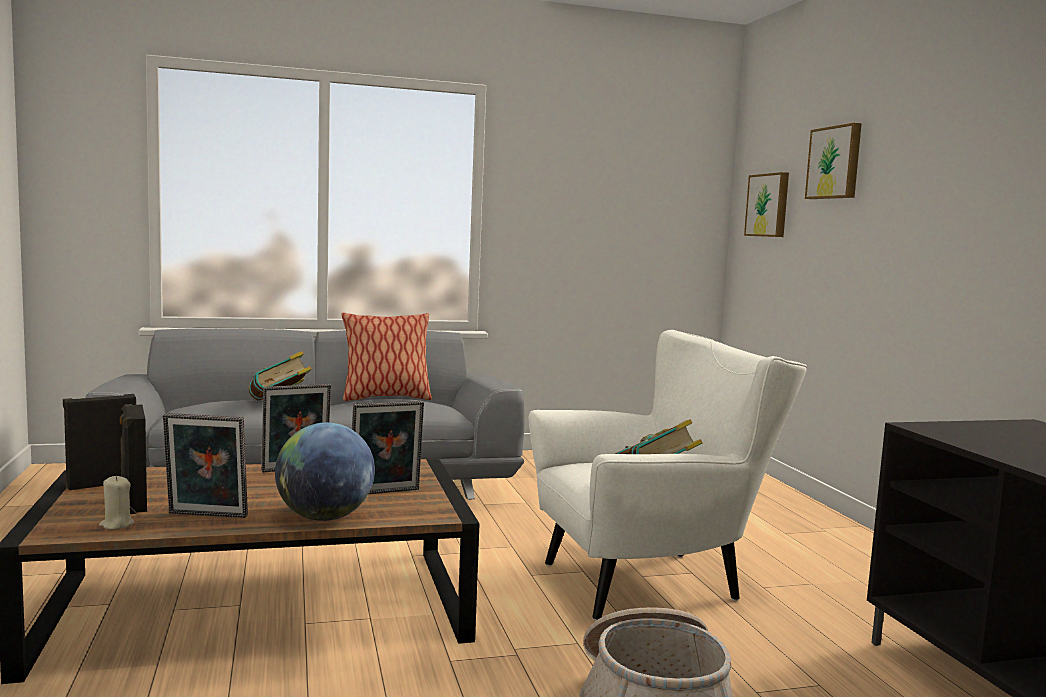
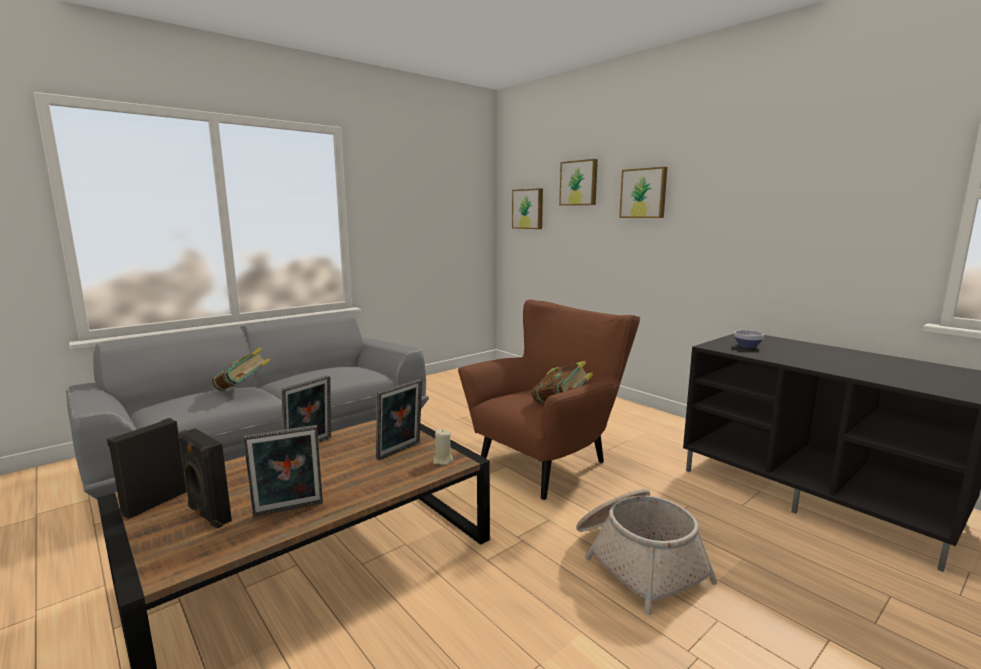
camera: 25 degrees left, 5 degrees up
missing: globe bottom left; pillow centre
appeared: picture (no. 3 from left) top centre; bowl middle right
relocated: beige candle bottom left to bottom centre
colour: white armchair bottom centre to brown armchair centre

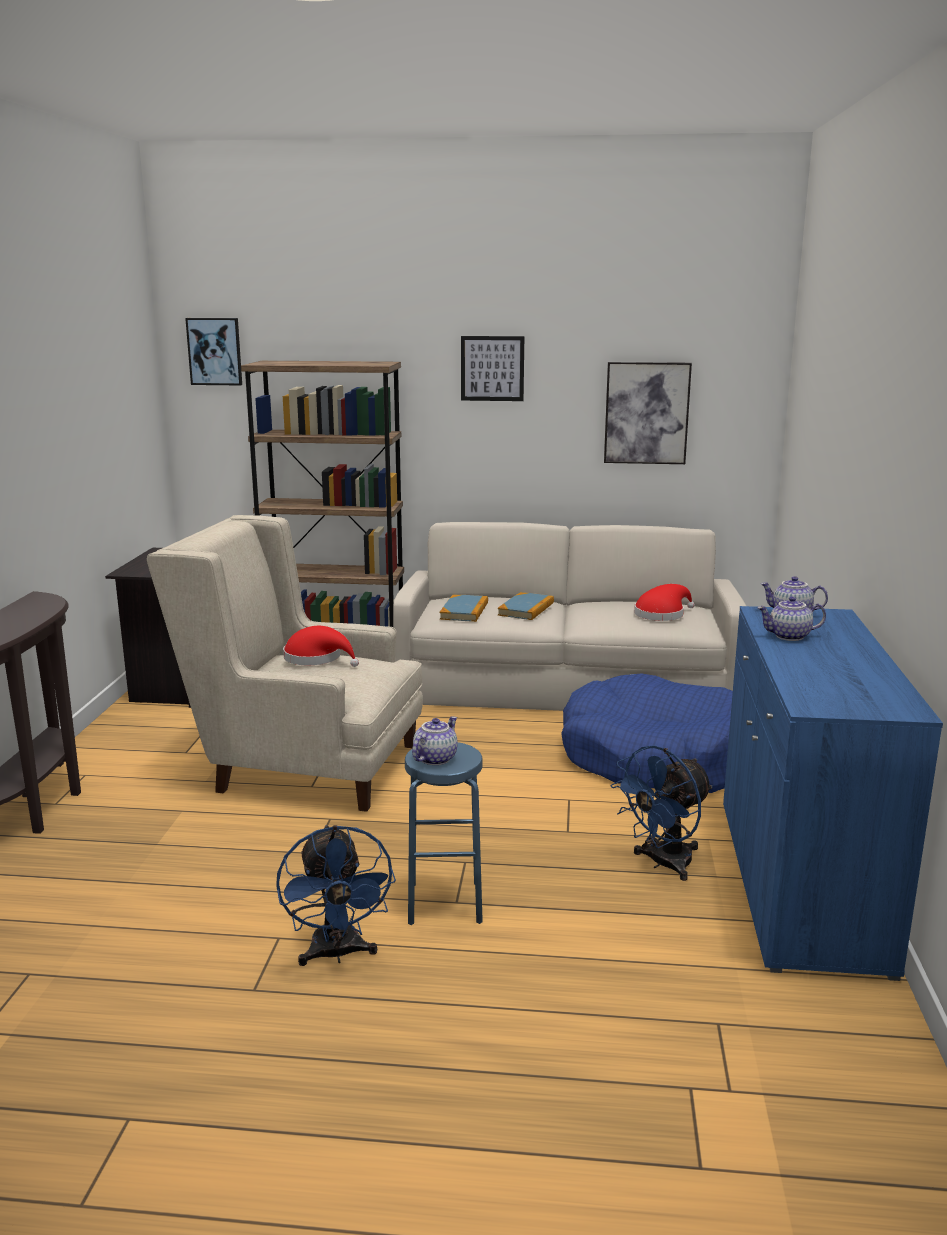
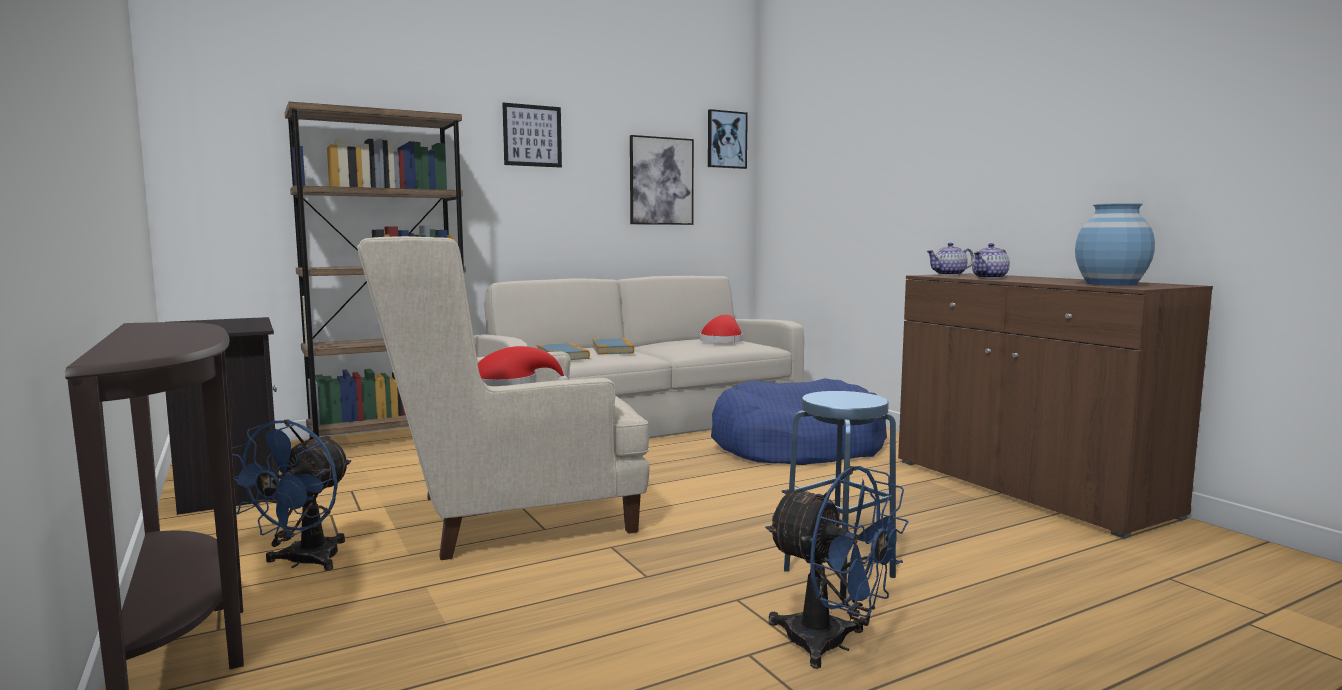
camera: 35 degrees left, 10 degrees down
missing: teapot (no. 1 from left) centre
appeared: blue vase middle right
relocated: blue fan (no. 2 from left in the first image) middle right to blue fan (no. 1 from left) bottom left; picture (no. 1 from left in the first image) top left to picture (no. 3 from left) top centre
colour: blue cabinet middle right to brown cabinet middle right

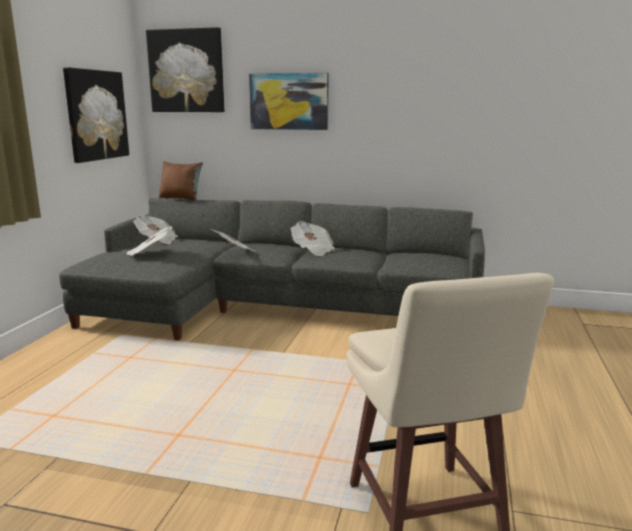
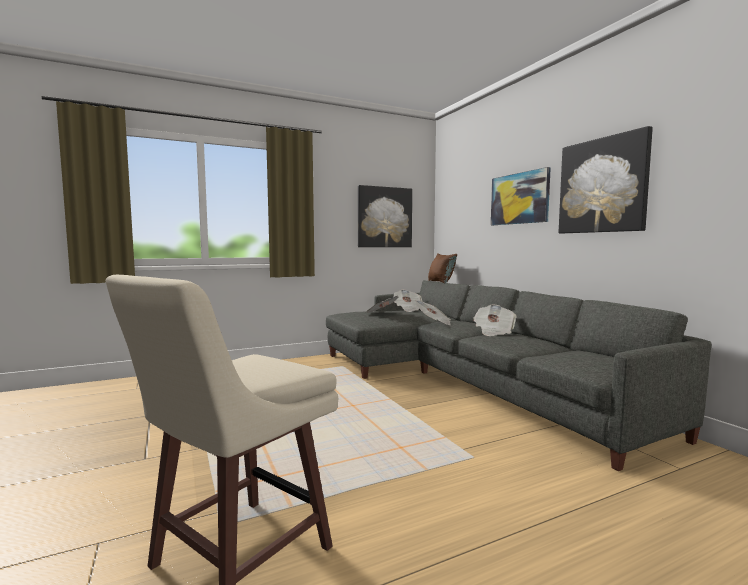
camera: 50 degrees right, 10 degrees down
relocated: picture (no. 2 from left in the first image) top left to picture (no. 3 from left) top right

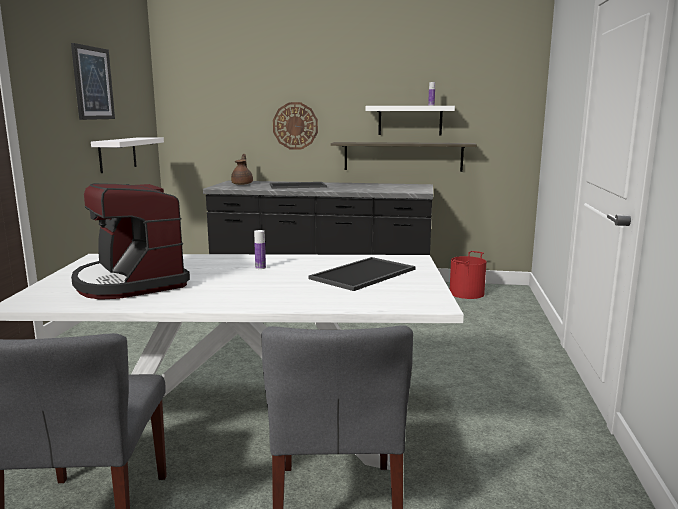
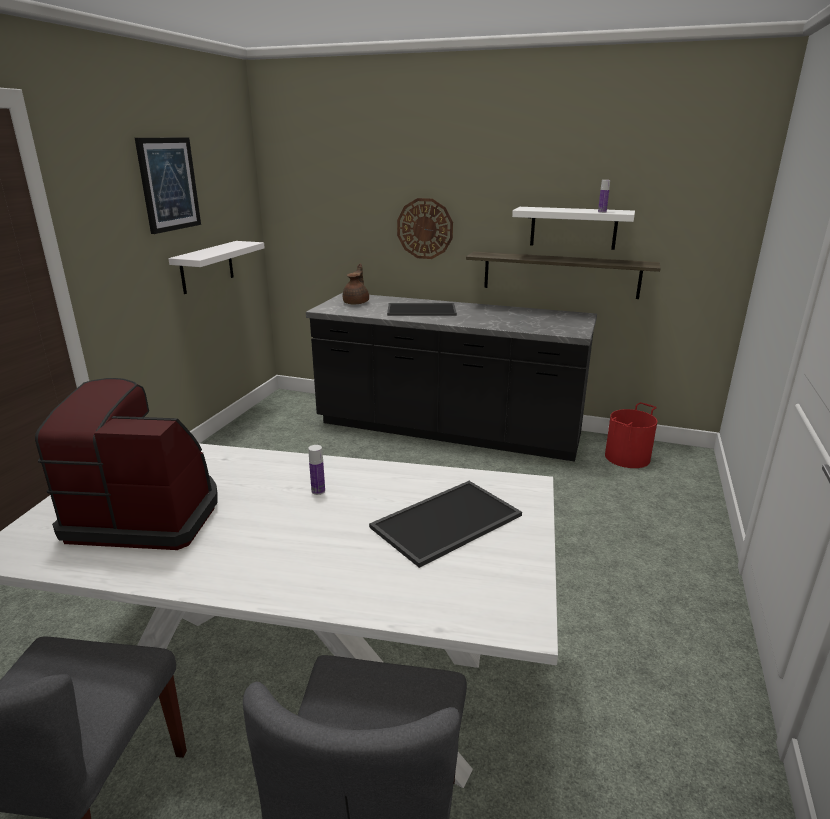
camera: 10 degrees right, 10 degrees up
spun: coffee machine middle left = middle left 120 degrees clockwise

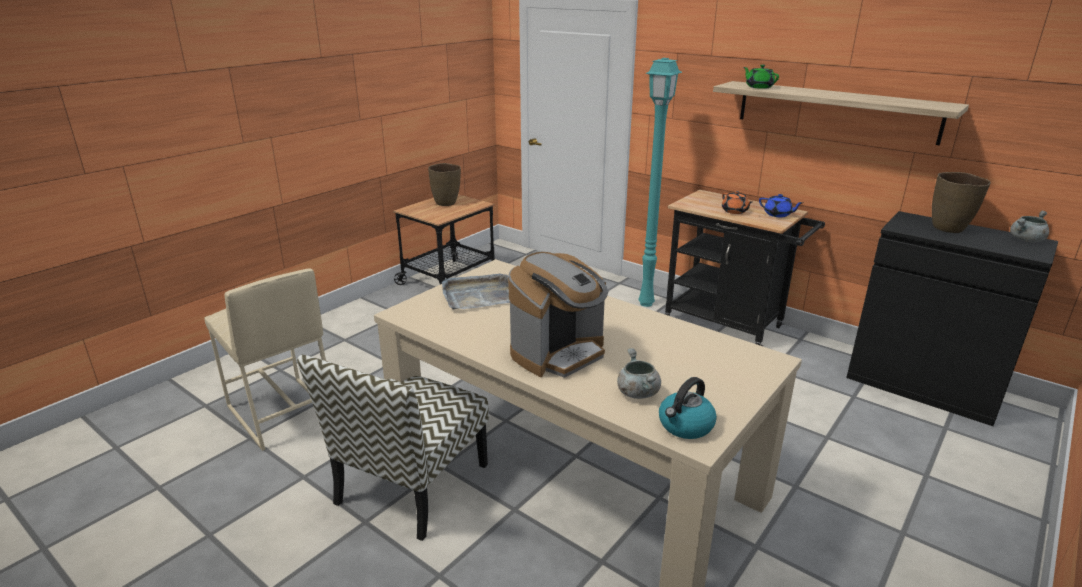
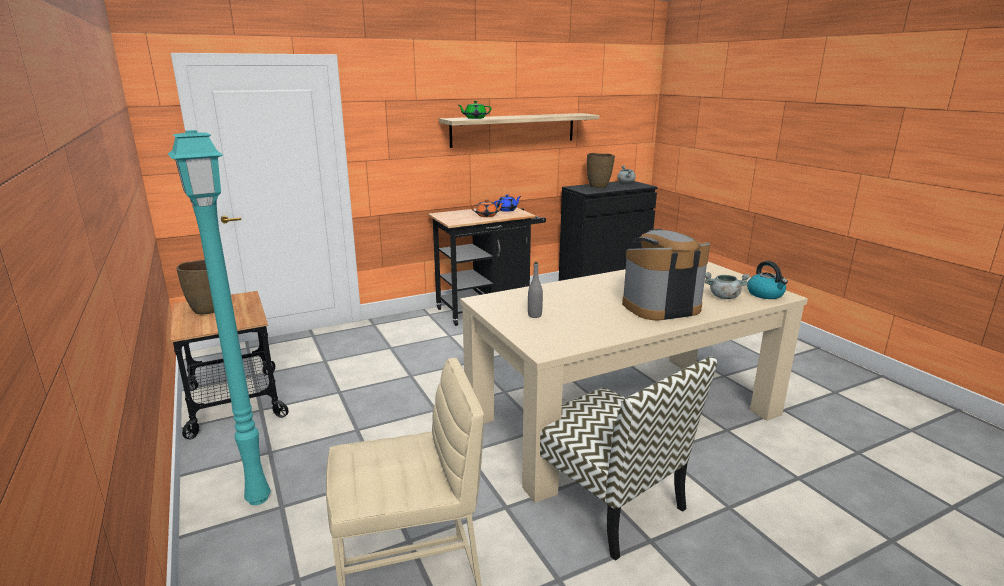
camera: 65 degrees left, 5 degrees down
relocated: turquoise floor lamp top centre to middle left
exchanged: grey tray centre to grey bottle centre
spun: coffee machine centre = centre 90 degrees counterclockwise

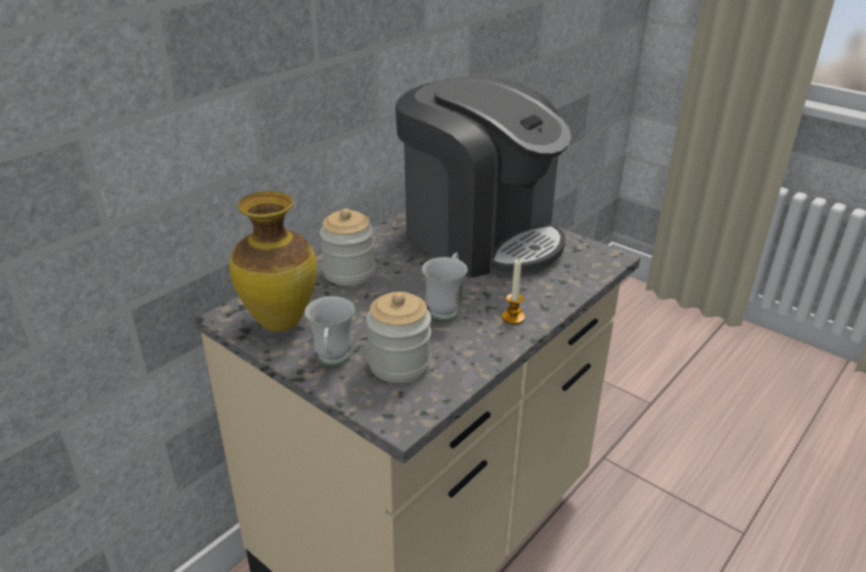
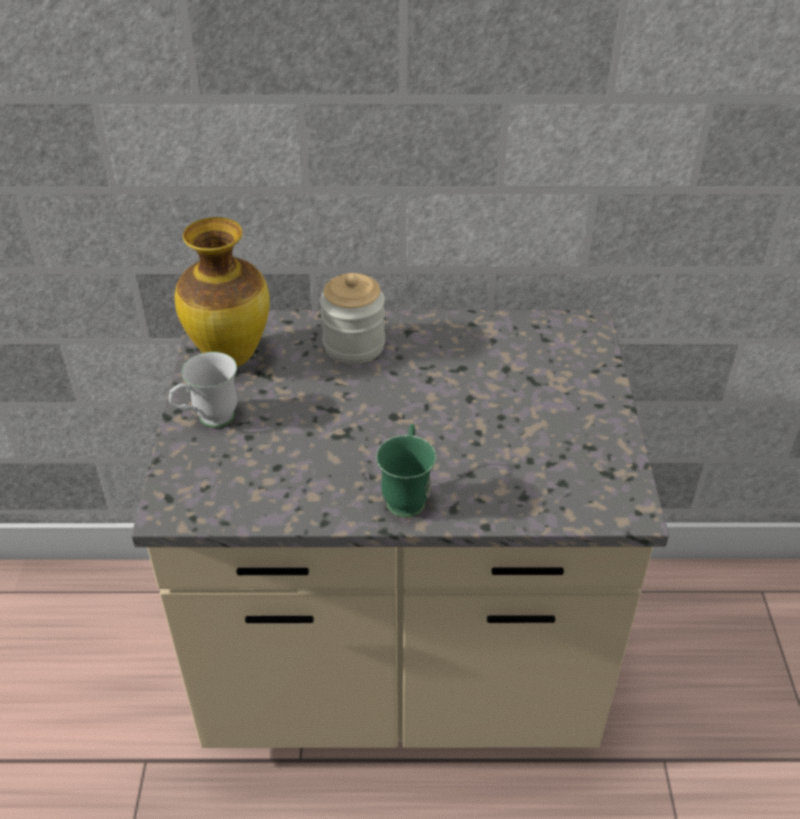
camera: 50 degrees right, 10 degrees up
missing: jar (no. 2 from left) centre; coffee machine top centre; white mug (no. 2 from left) centre
exchanged: candle centre to green mug centre

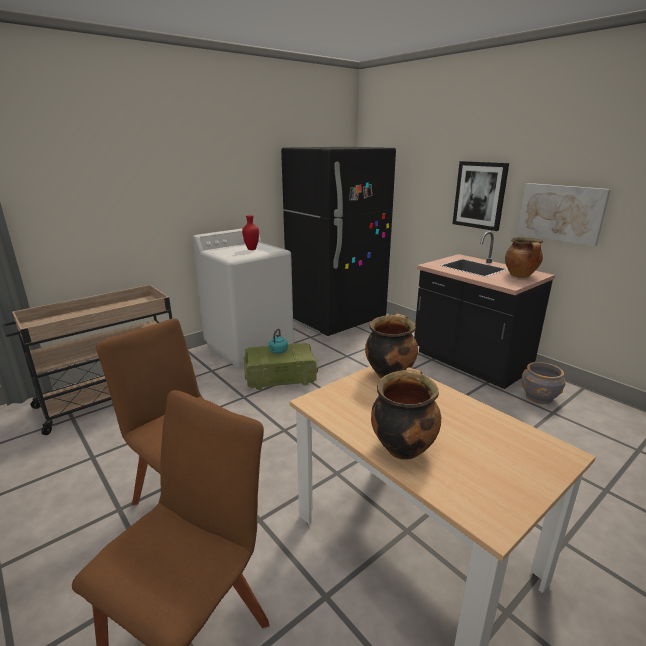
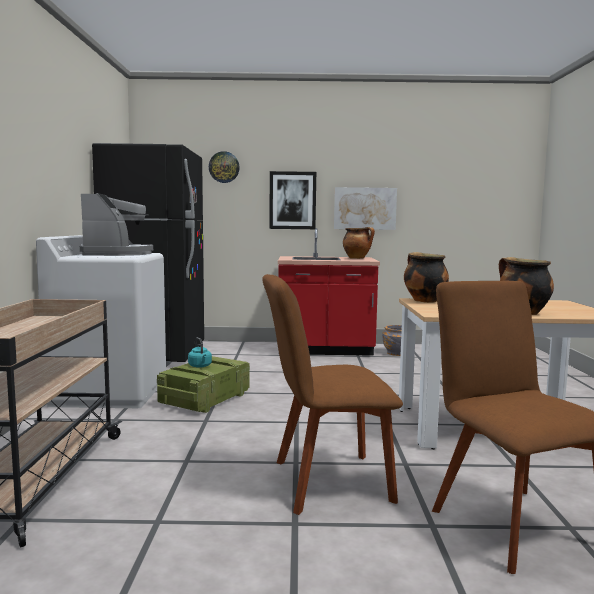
camera: 50 degrees left, 15 degrees down
appeared: wall clock top centre
exchanged: red vase centre to coffee machine middle left
colour: black counter middle right to red counter centre

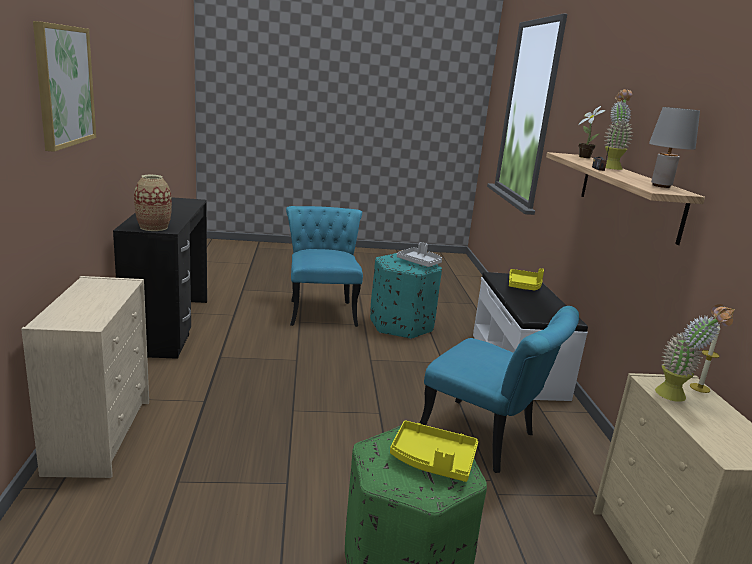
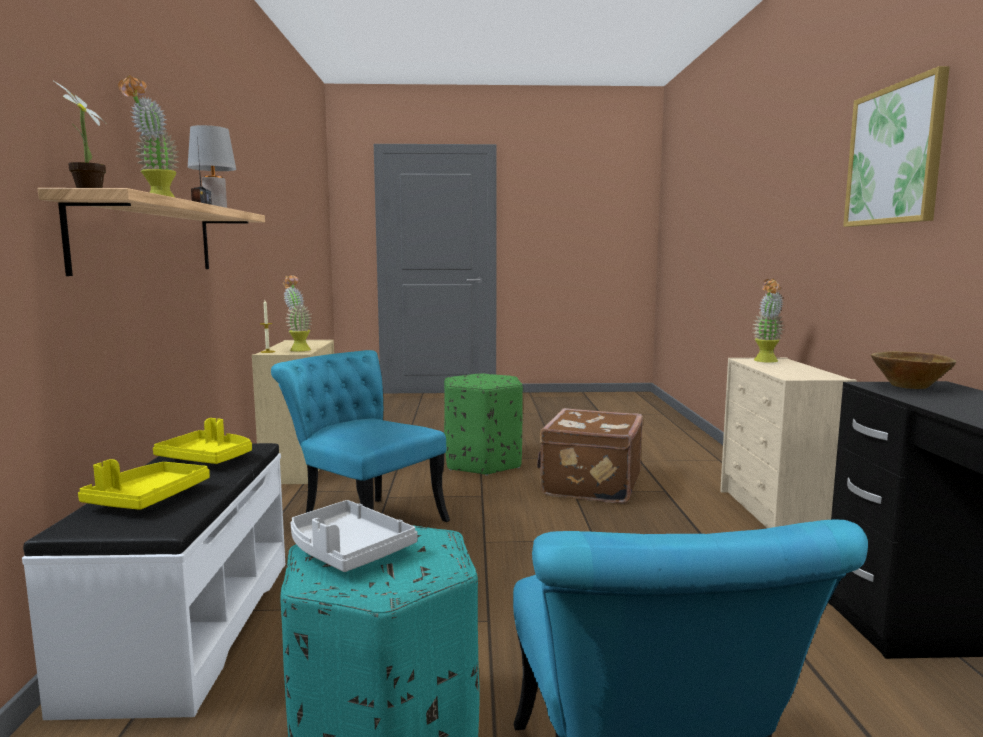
camera: 175 degrees left, 10 degrees down
appeared: brown suitcase centre; potted plant (no. 4 from left) middle right
relocated: yellow tray (no. 1 from left in the first image) bottom centre to yellow tray (no. 2 from left) middle left
exchanged: vase middle left to brown bowl middle right

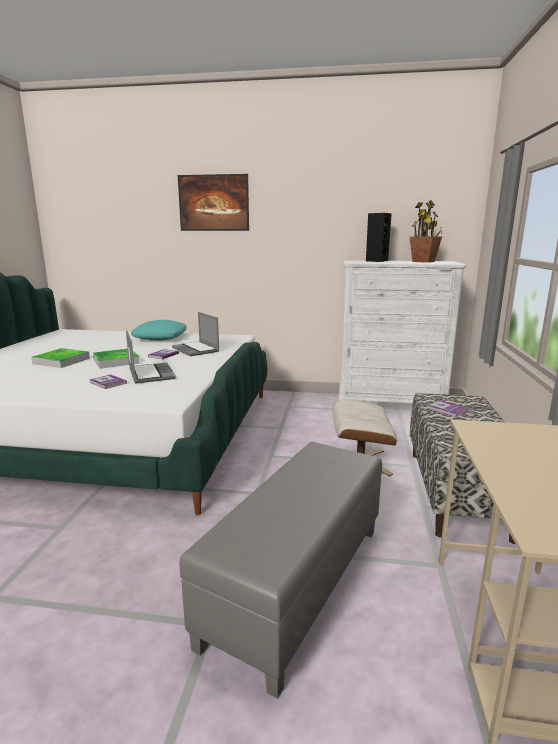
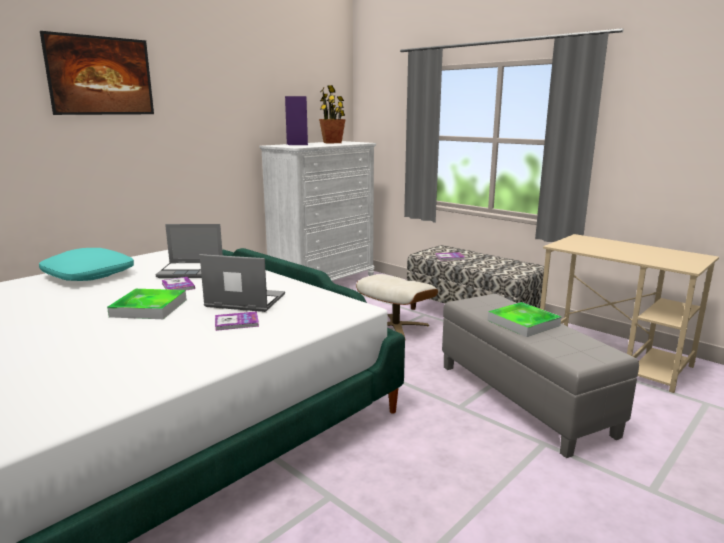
camera: 55 degrees left, 0 degrees up
relocated: tray (no. 1 from left in the first image) middle left to tray (no. 2 from left) middle right
colour: black speaker top right to purple speaker top centre

